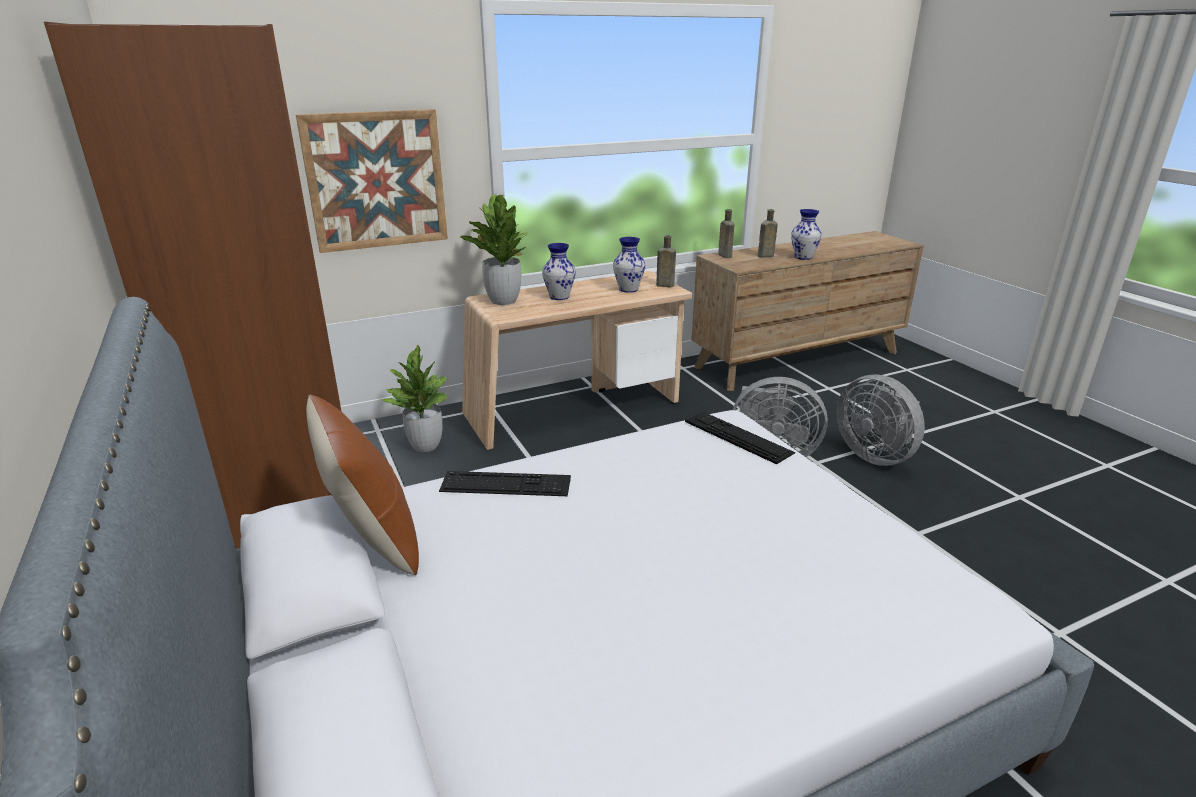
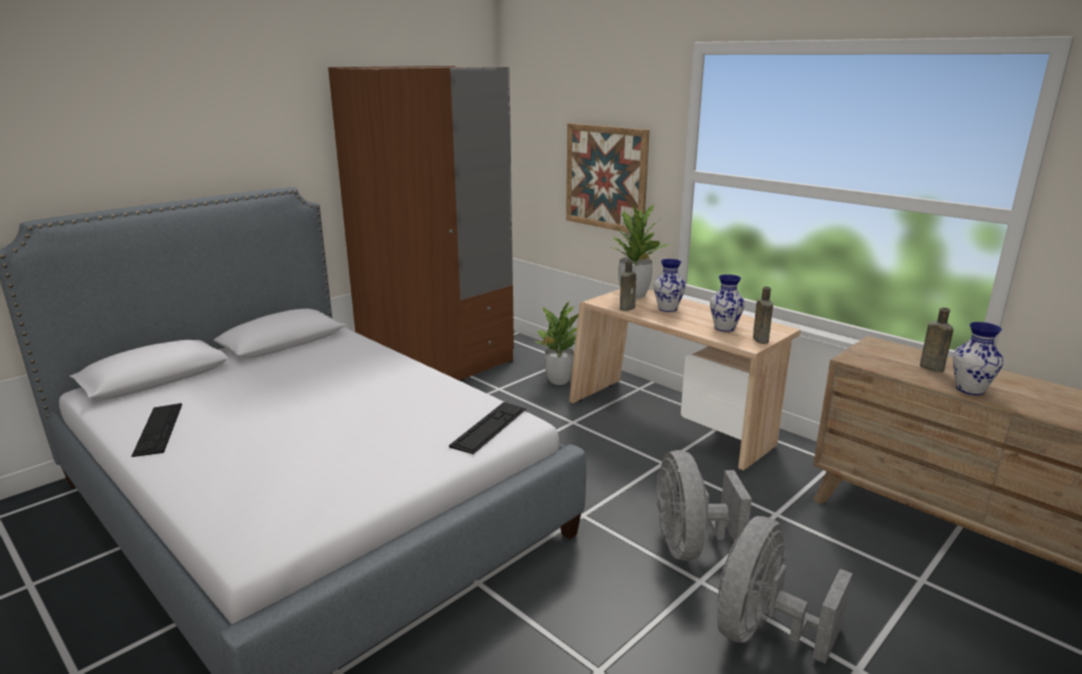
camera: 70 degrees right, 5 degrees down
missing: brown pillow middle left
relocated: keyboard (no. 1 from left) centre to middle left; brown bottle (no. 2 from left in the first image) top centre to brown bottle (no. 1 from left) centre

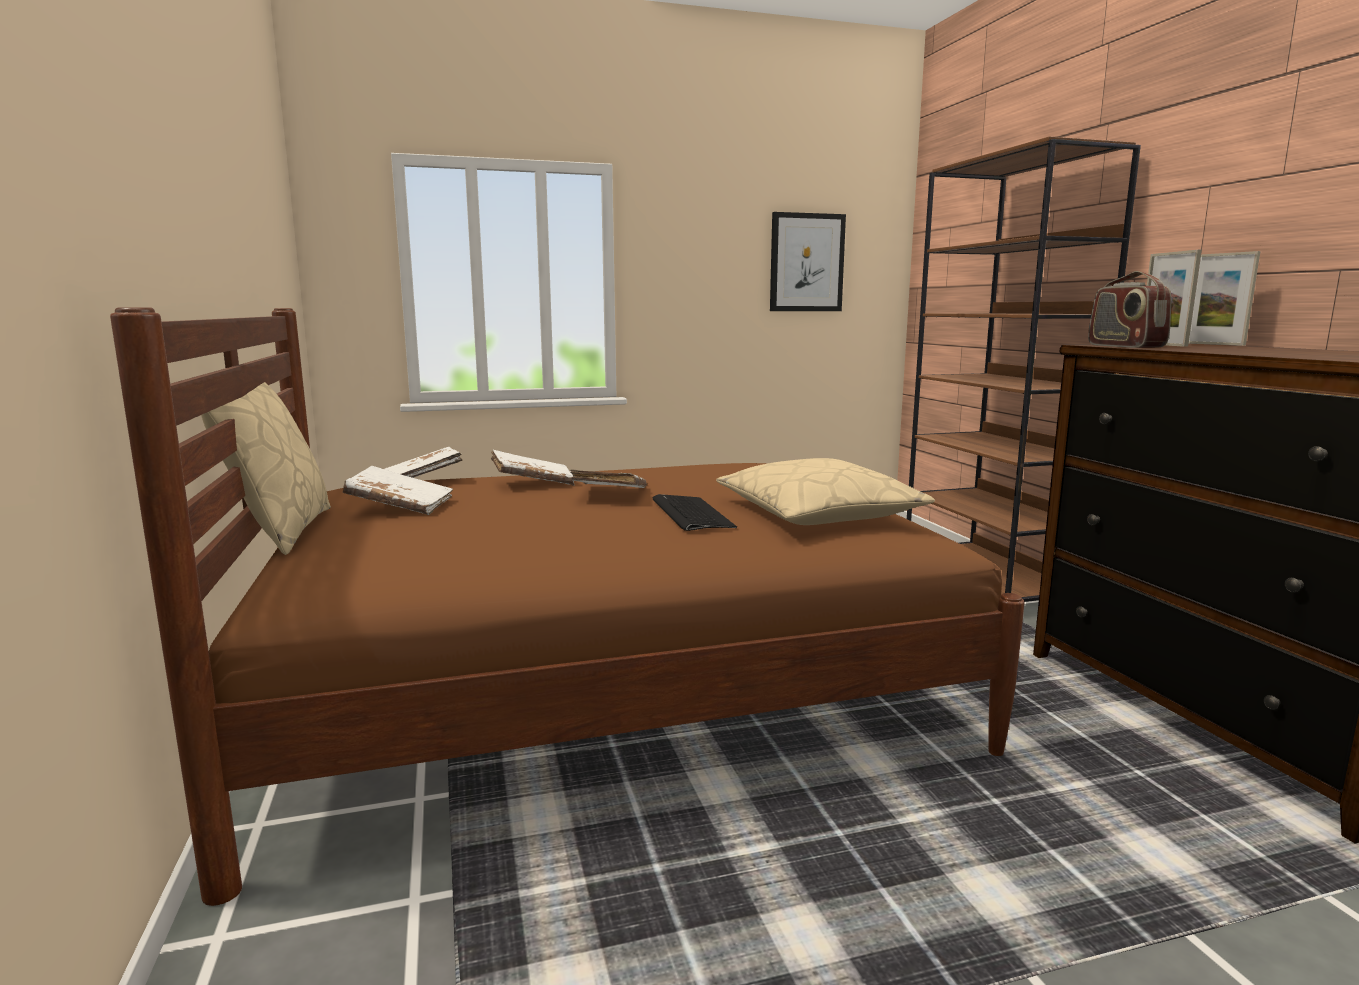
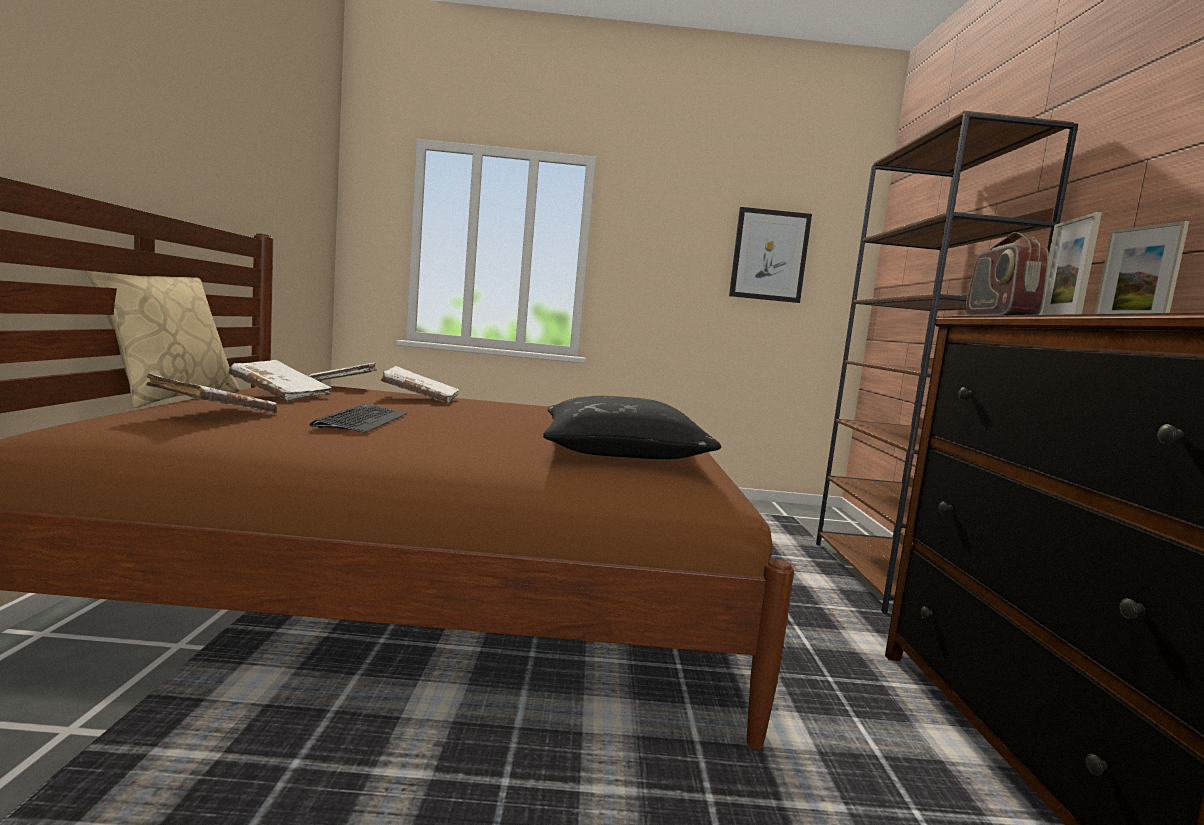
camera: 15 degrees right, 5 degrees down
relocated: white book (no. 4 from left in the first image) centre to white book (no. 1 from left) middle left; keyboard centre to middle left
colour: beige pillow (no. 2 from left) centre to black pillow centre

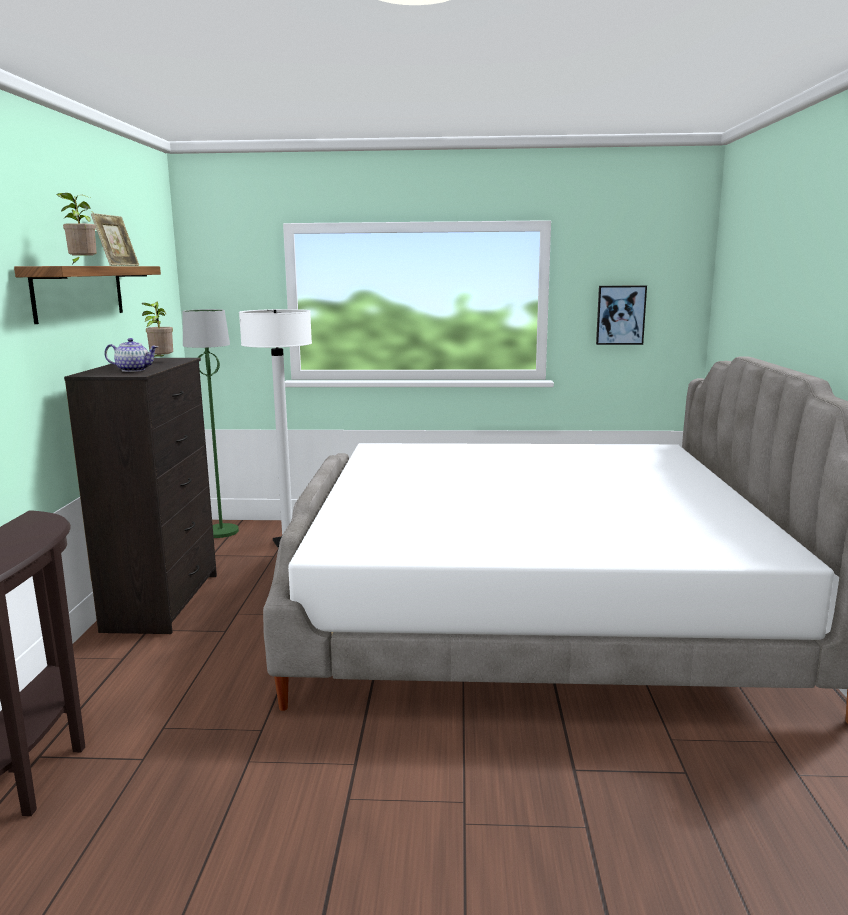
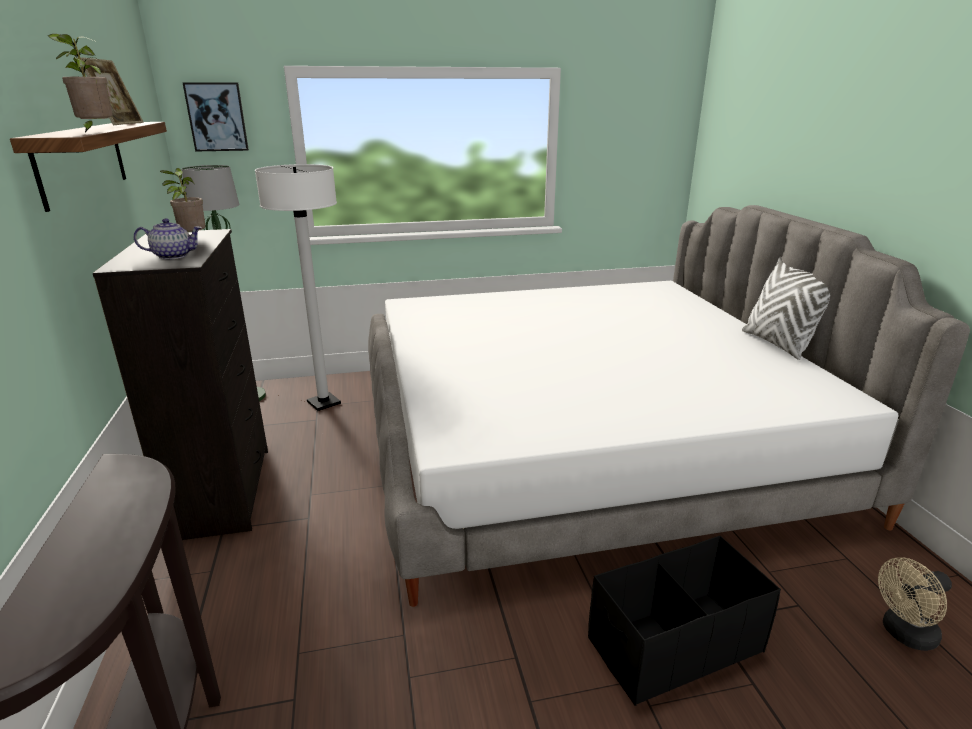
camera: 15 degrees left, 10 degrees up
appeared: black storage box bottom right; white pillow middle right; beige fan bottom right
relocated: picture middle right to top left

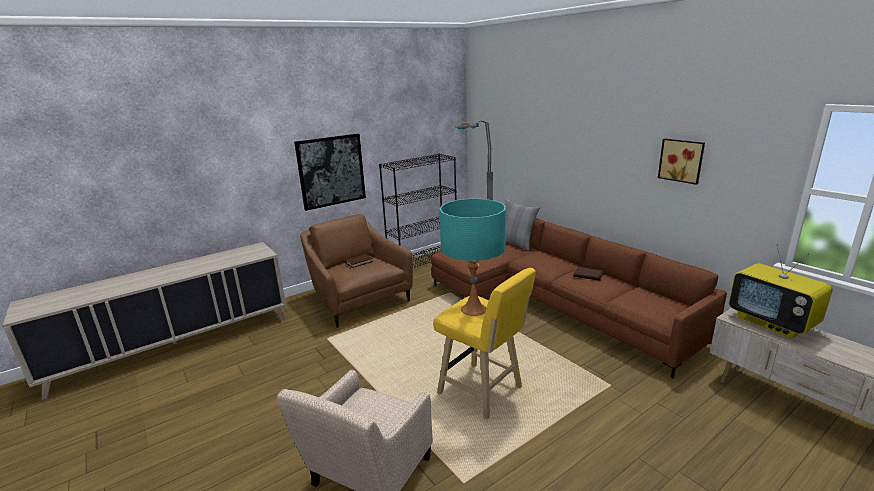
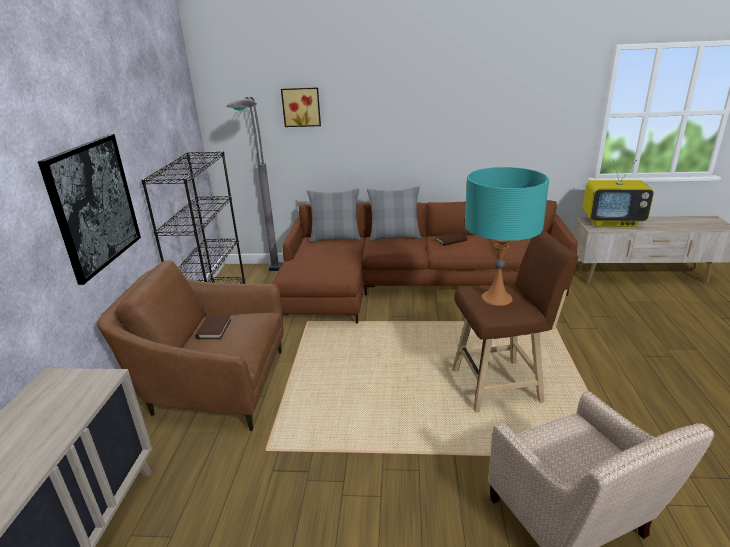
camera: 50 degrees left, 5 degrees up
appeared: grey pillow (no. 2 from left) centre
relocated: picture (no. 2 from left) top right to top centre
colour: yellow stool bottom centre to brown stool middle right

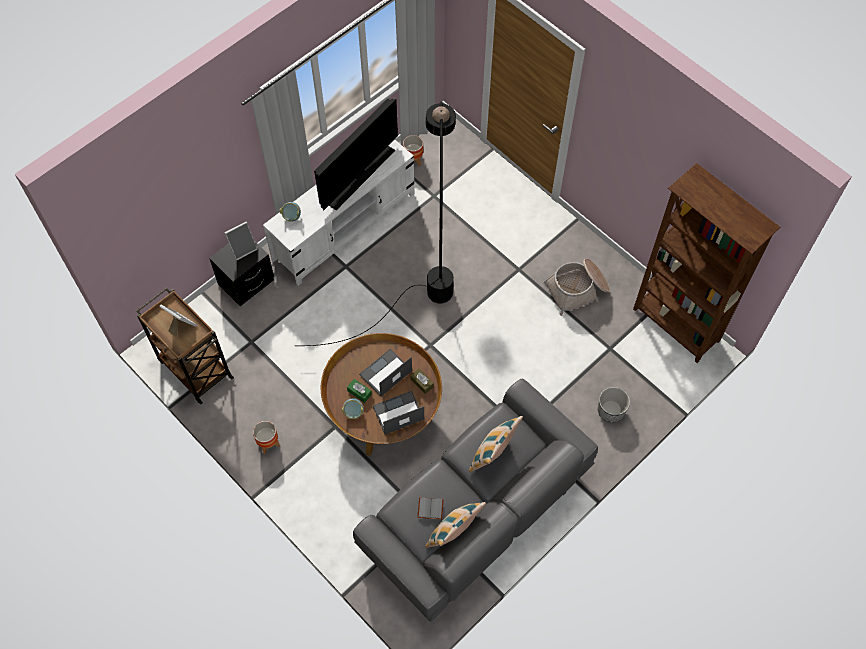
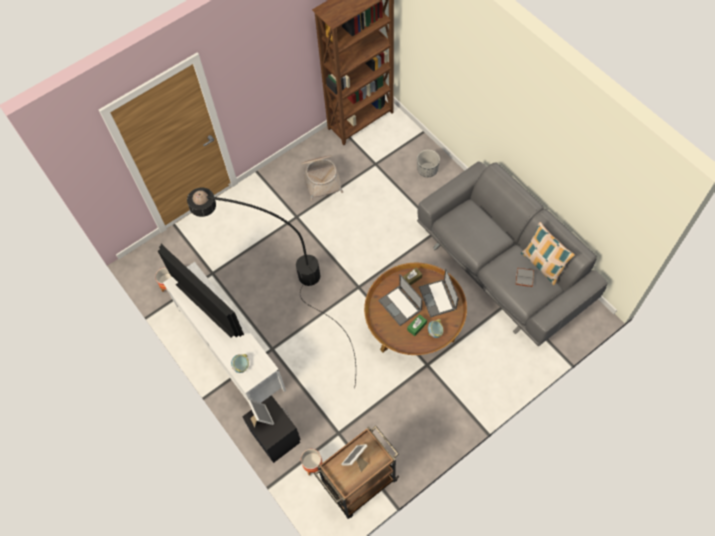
camera: 80 degrees left, 0 degrees up
missing: pillow (no. 2 from left) bottom centre
relocated: planter (no. 1 from left in the first image) bottom left to planter (no. 2 from left) bottom centre

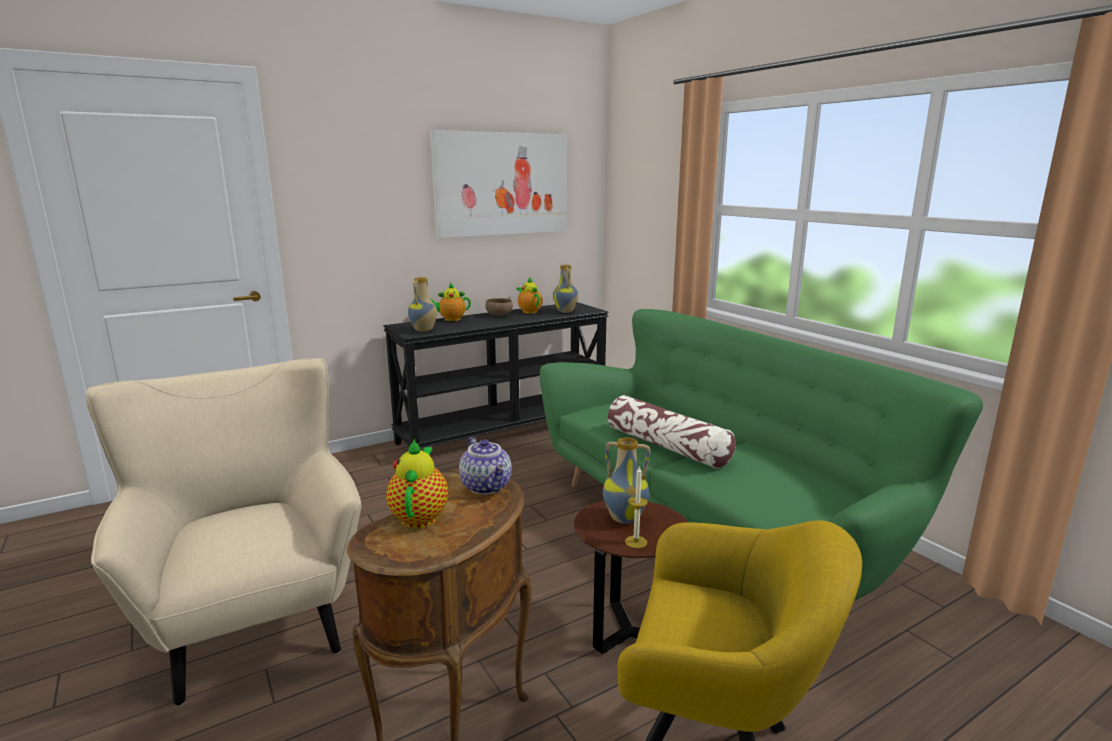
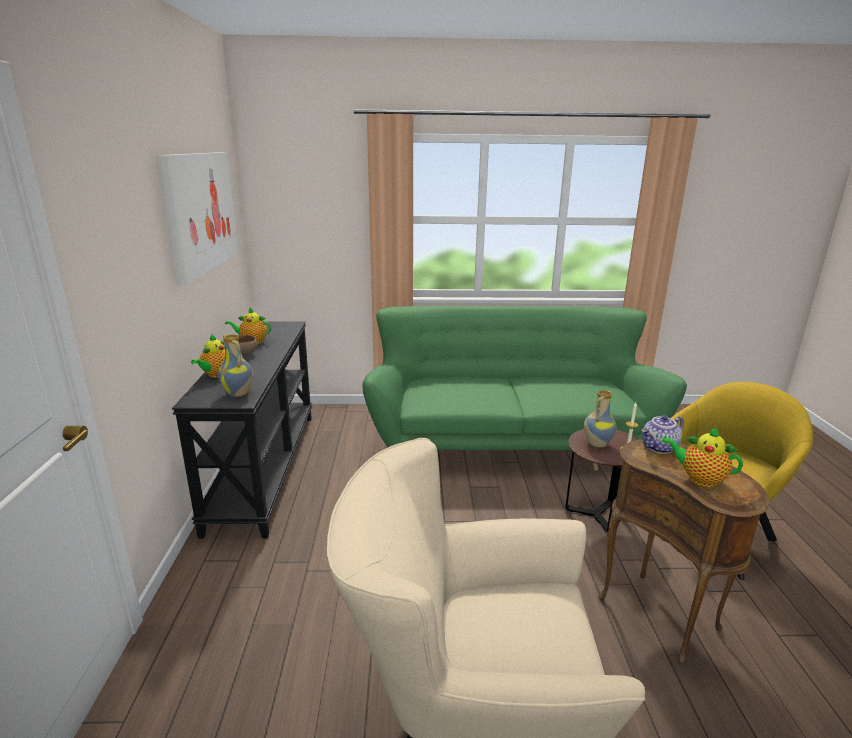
camera: 60 degrees left, 5 degrees up
missing: vase (no. 2 from left) centre; pillow centre
spun: teapot (no. 3 from left) centre = middle right 150 degrees clockwise

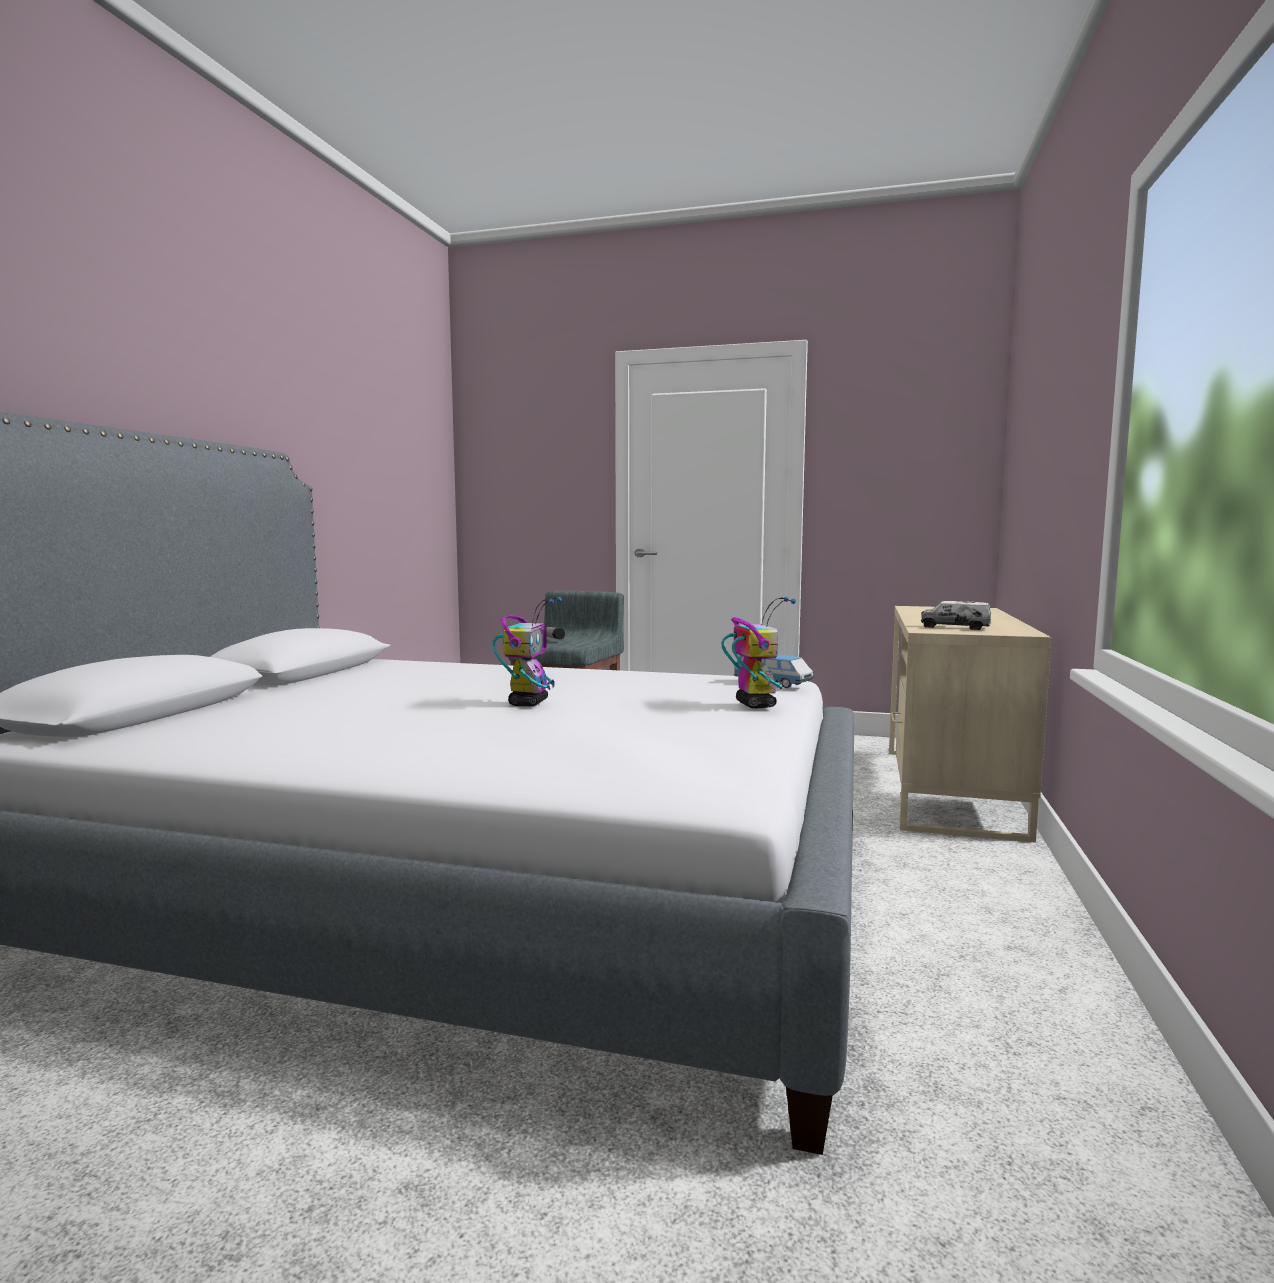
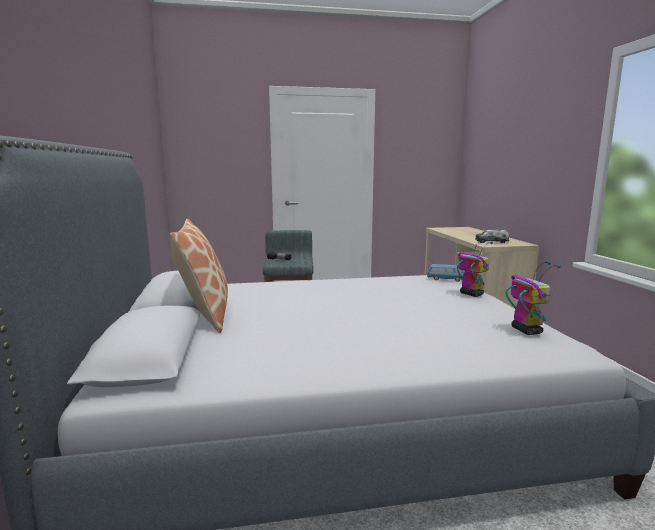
camera: 25 degrees left, 5 degrees up
appeared: pillow middle left
relocated: toy robot (no. 1 from left in the first image) centre to toy robot (no. 2 from left) middle right

